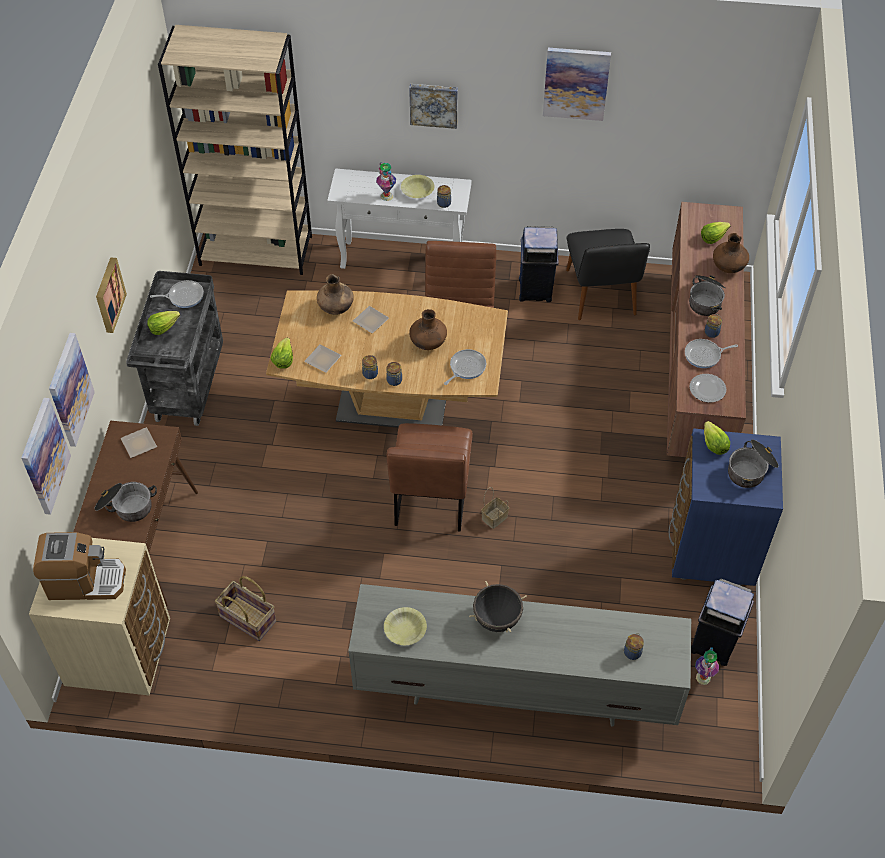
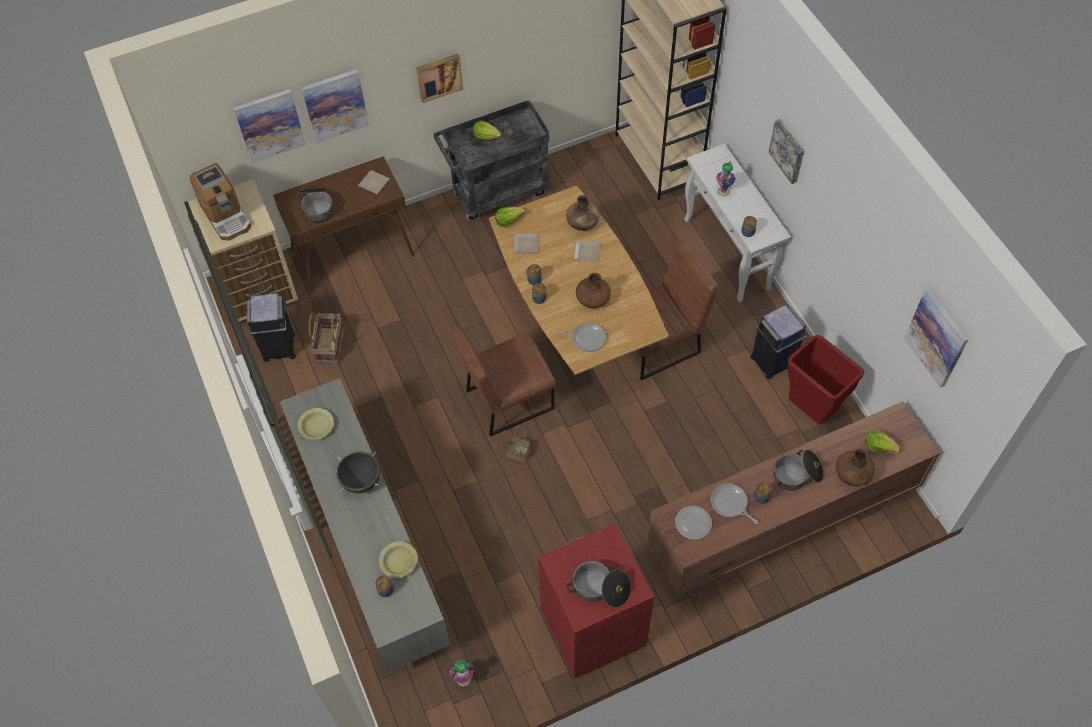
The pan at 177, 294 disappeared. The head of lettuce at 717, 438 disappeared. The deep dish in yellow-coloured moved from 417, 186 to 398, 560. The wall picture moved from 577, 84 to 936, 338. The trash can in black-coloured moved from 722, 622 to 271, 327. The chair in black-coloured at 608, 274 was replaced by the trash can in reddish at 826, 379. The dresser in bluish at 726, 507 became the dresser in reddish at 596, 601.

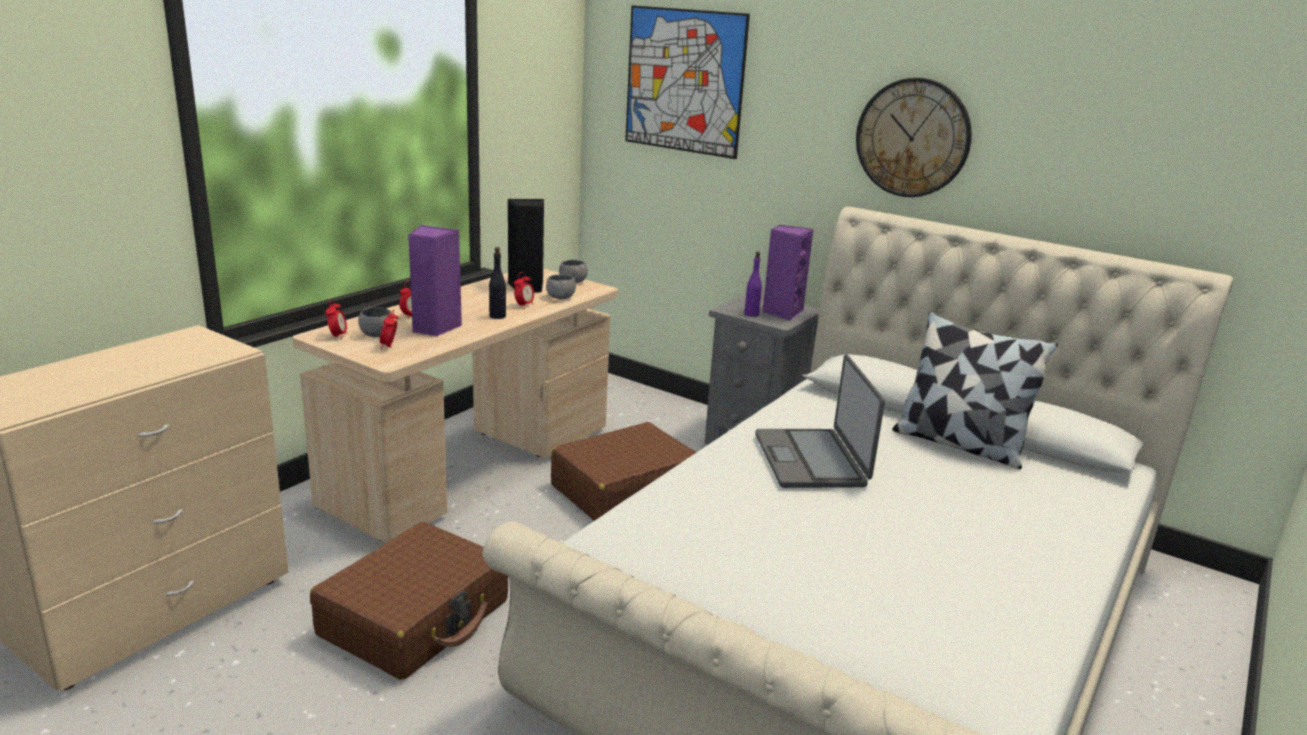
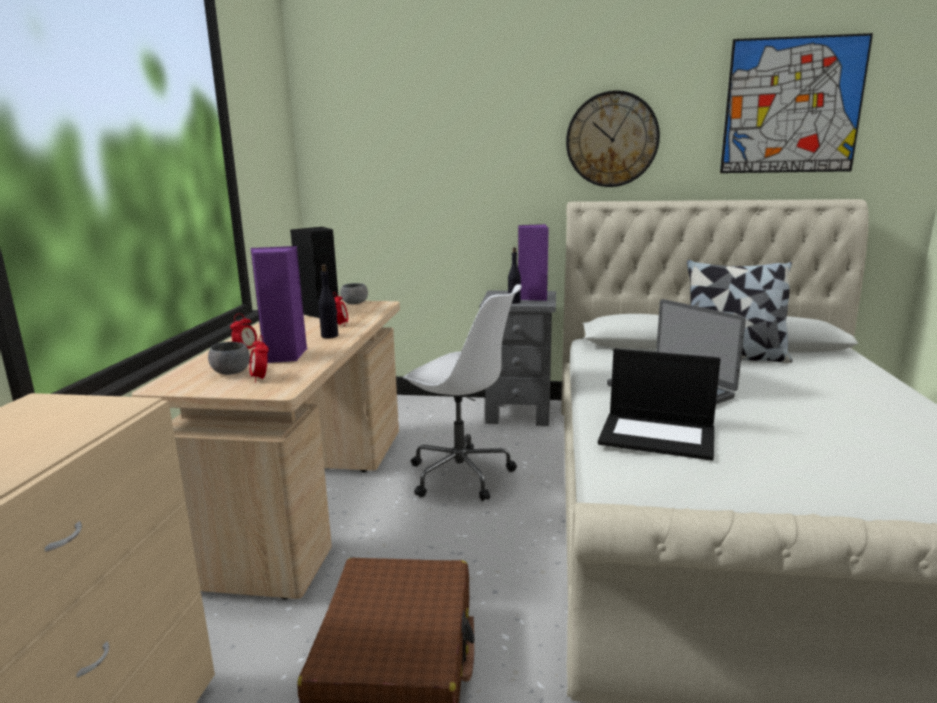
The bedside clock at 336, 319 disappeared. The deep dish in grey at 561, 286 disappeared. The notebook computer at 659, 404 appeared. The wall picture moved from 687, 82 to 796, 103. The suitcase in brown-coloured at 624, 471 was replaced by the computer chair in white at 462, 392. The drink bottle in purple at 753, 284 became the drink bottle in black-coloured at 514, 275.

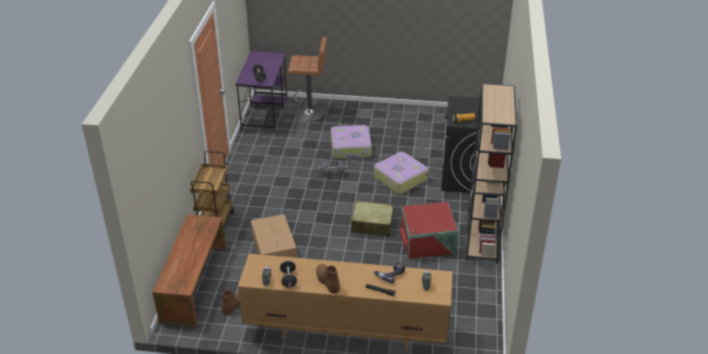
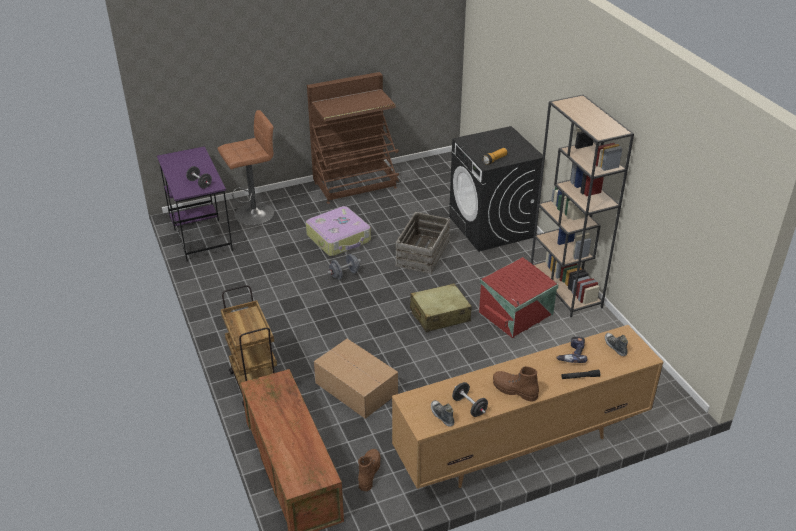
The shoe rack in brown-coloured at 353, 138 appeared. The suitcase at 401, 173 was replaced by the crate at 422, 243.

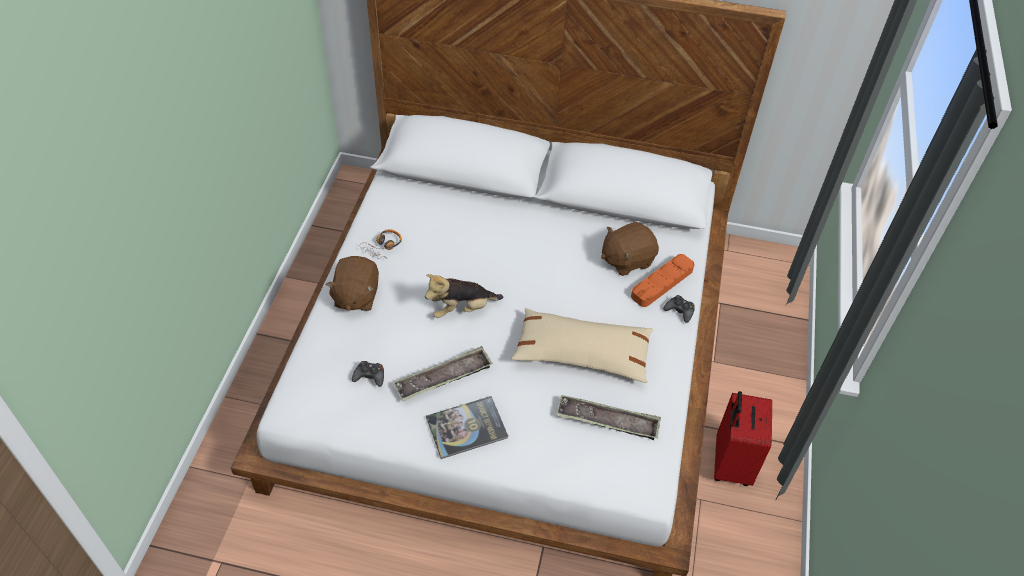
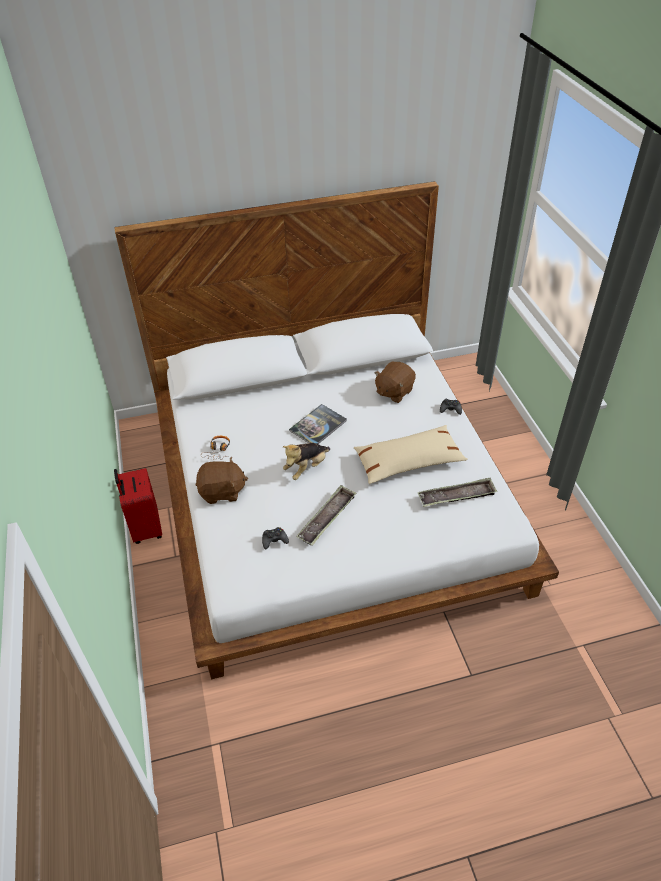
The carrying tray in orange-coloured at 662, 280 disappeared. The bound book moved from 467, 427 to 318, 424. The suitcase in reddish moved from 743, 438 to 138, 506. The plush toy in brown-coloured at 352, 283 turned 75 degrees counterclockwise.

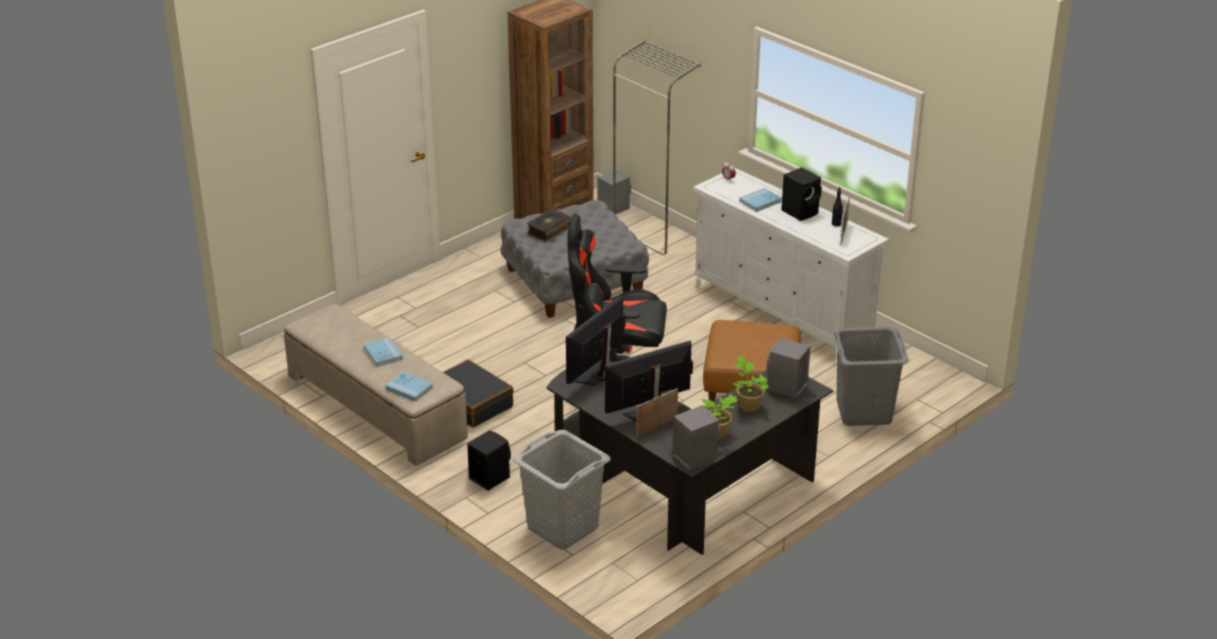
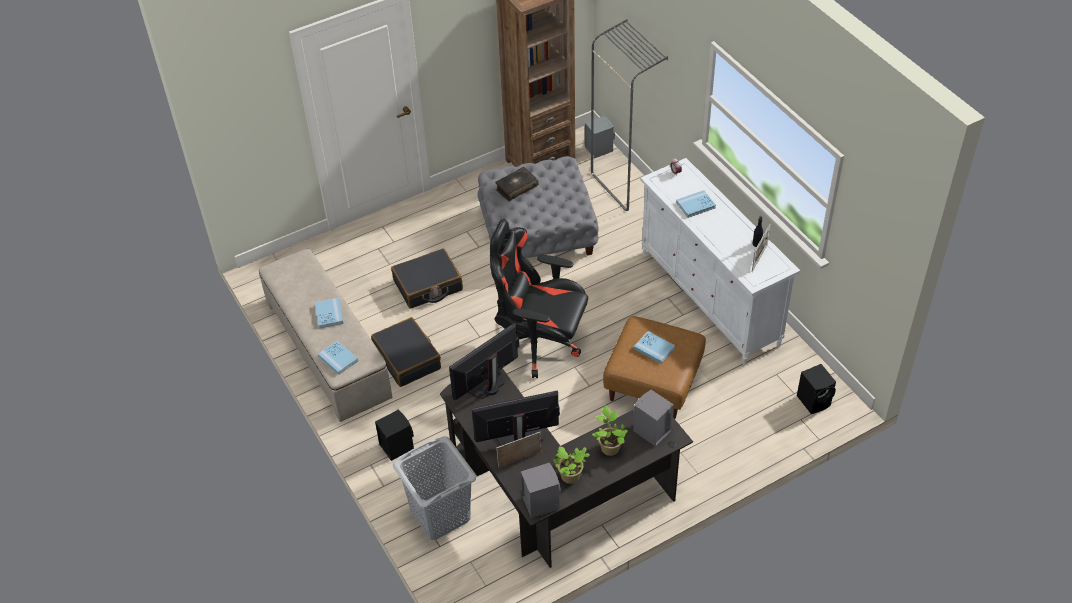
The hamper in grey at 871, 376 disappeared. The suitcase in black-coloured at 427, 278 appeared. The bound book in bluish at 654, 347 appeared. The audio speaker in black-coloured moved from 801, 194 to 816, 389.

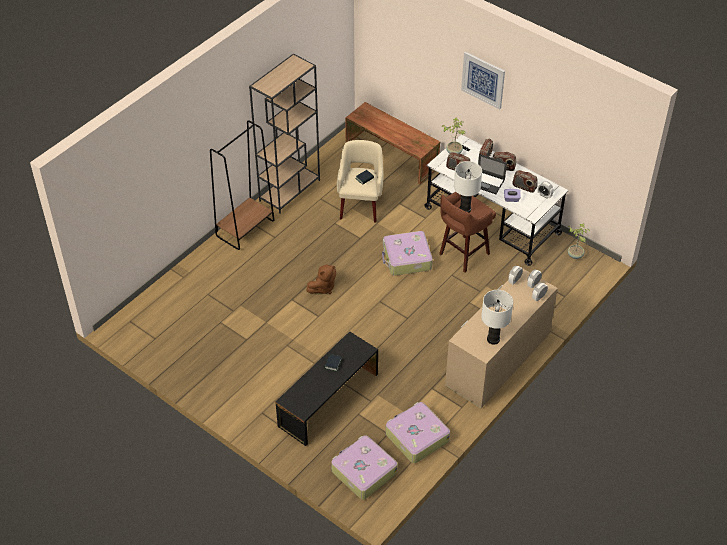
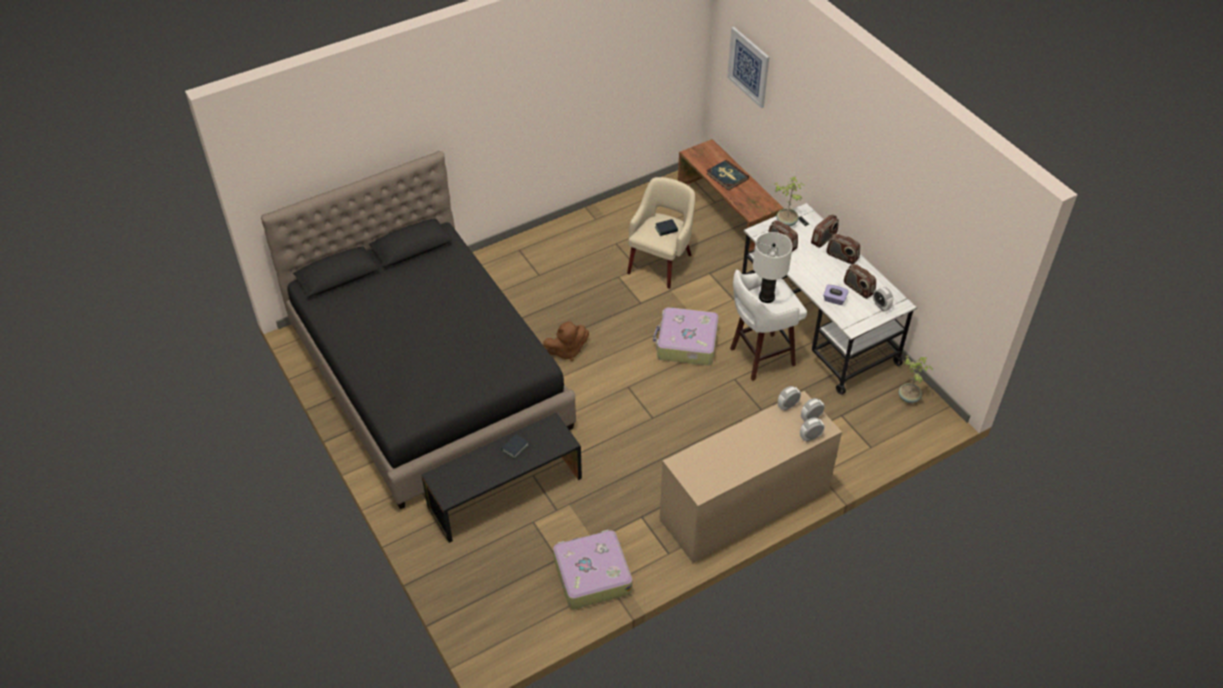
The clothes rack at 242, 185 disappeared. The bookshelf at 284, 134 disappeared. The suitcase at 364, 467 disappeared. The notebook computer at 492, 174 disappeared. The table lamp in white at 497, 317 disappeared. The bed in black-coloured at 418, 330 appeared. The bound book at 728, 175 appeared. The wall picture moved from 483, 81 to 748, 67. The stool in brown-coloured at 467, 232 became the stool in white at 768, 325.

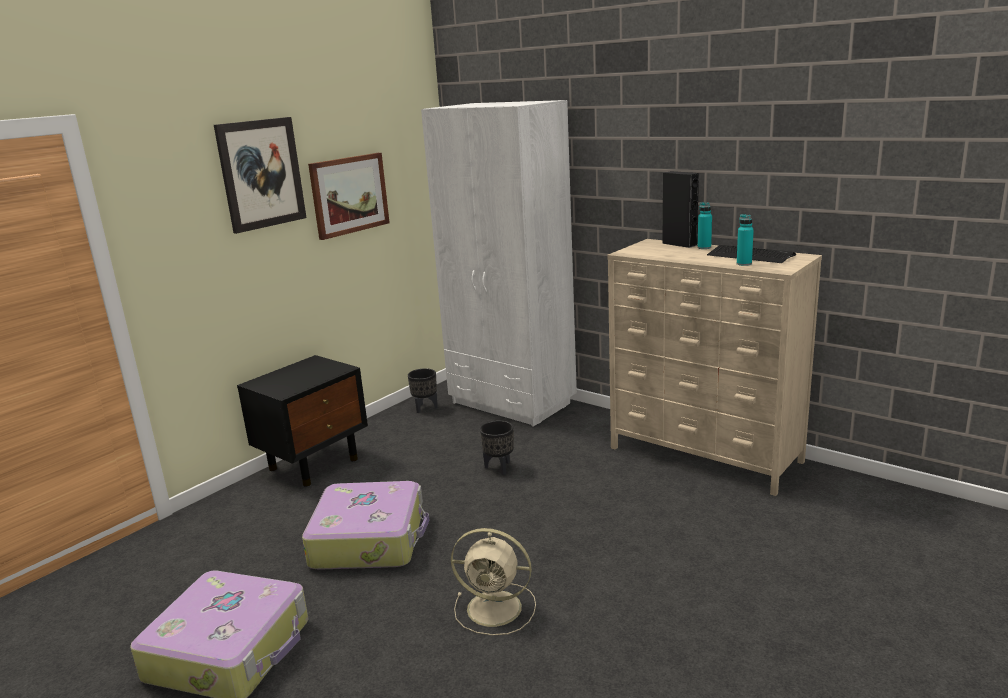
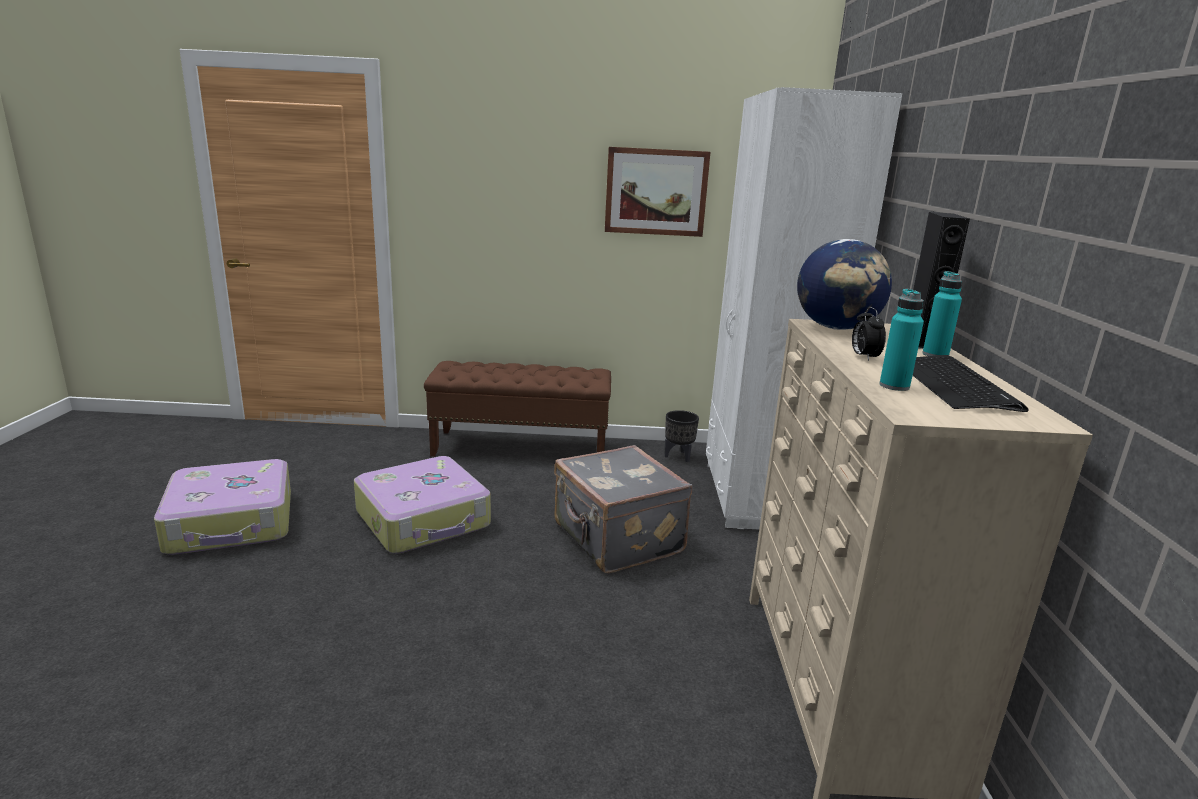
The wall picture at 260, 175 disappeared. The cooling fan in beige at 493, 581 disappeared. The desk globe at 844, 284 appeared. The bedside clock at 869, 334 appeared. The bedside table in black-coloured at 302, 421 was replaced by the indoor bench in brown-coloured at 517, 409. The flower pot in black-coloured at 497, 447 was replaced by the suitcase in grey at 623, 509.

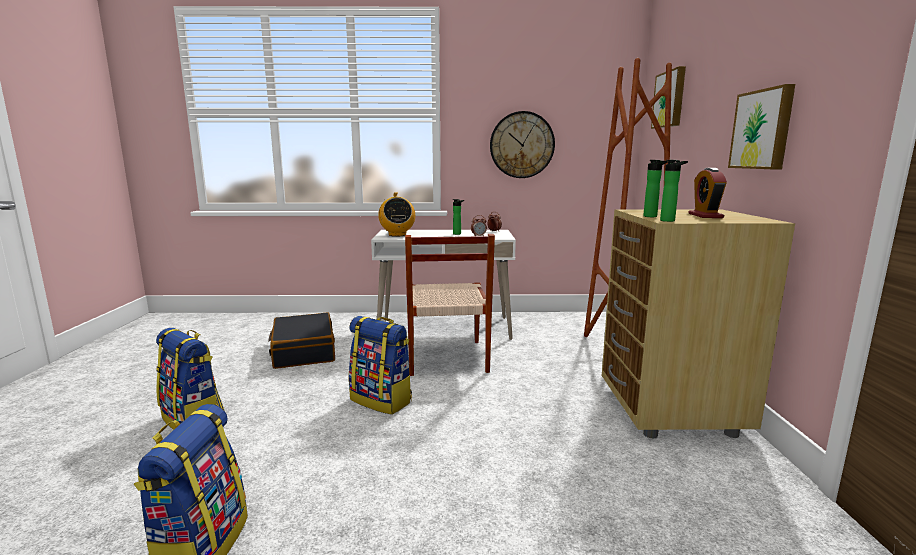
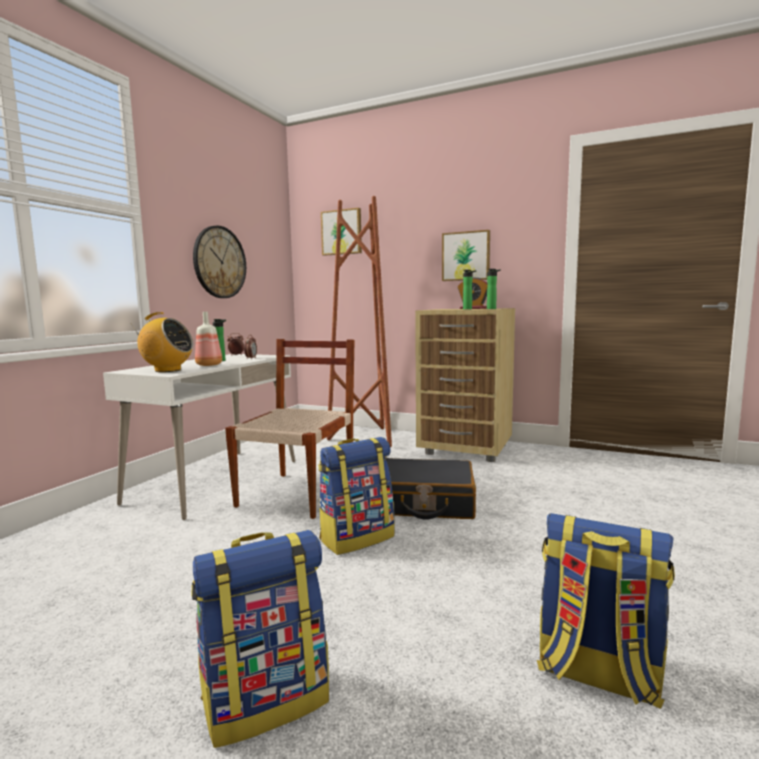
The drink bottle at 208, 339 appeared. The suitcase in black-coloured moved from 301, 340 to 431, 488. The chair at 450, 305 turned 90 degrees counterclockwise.

